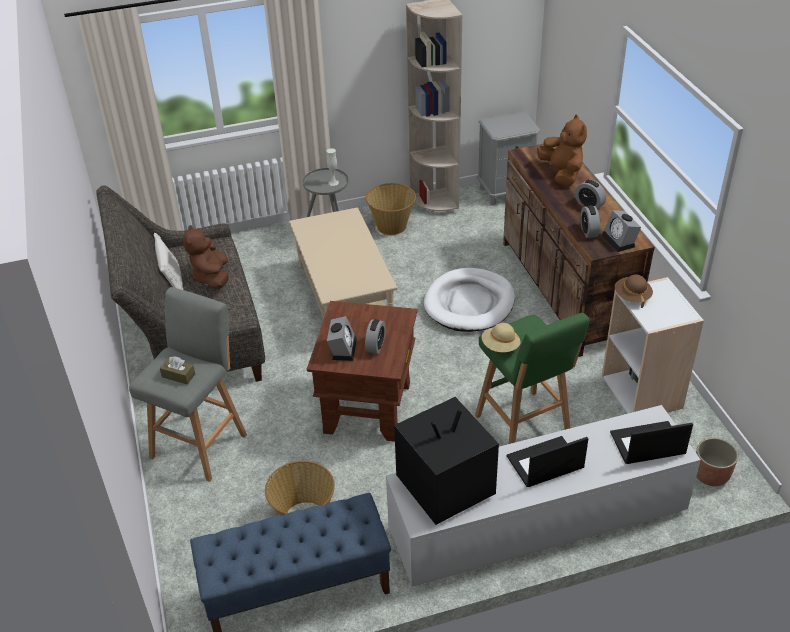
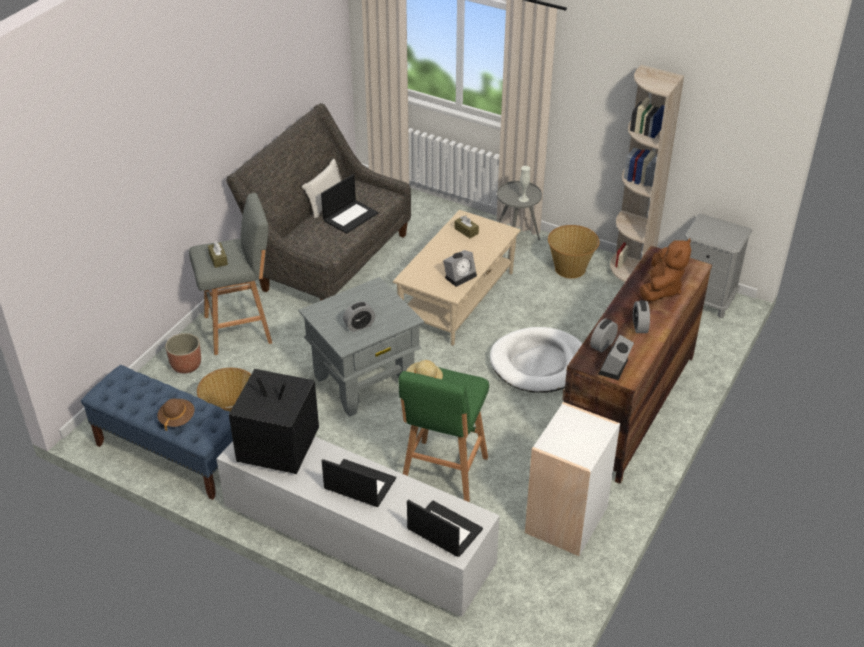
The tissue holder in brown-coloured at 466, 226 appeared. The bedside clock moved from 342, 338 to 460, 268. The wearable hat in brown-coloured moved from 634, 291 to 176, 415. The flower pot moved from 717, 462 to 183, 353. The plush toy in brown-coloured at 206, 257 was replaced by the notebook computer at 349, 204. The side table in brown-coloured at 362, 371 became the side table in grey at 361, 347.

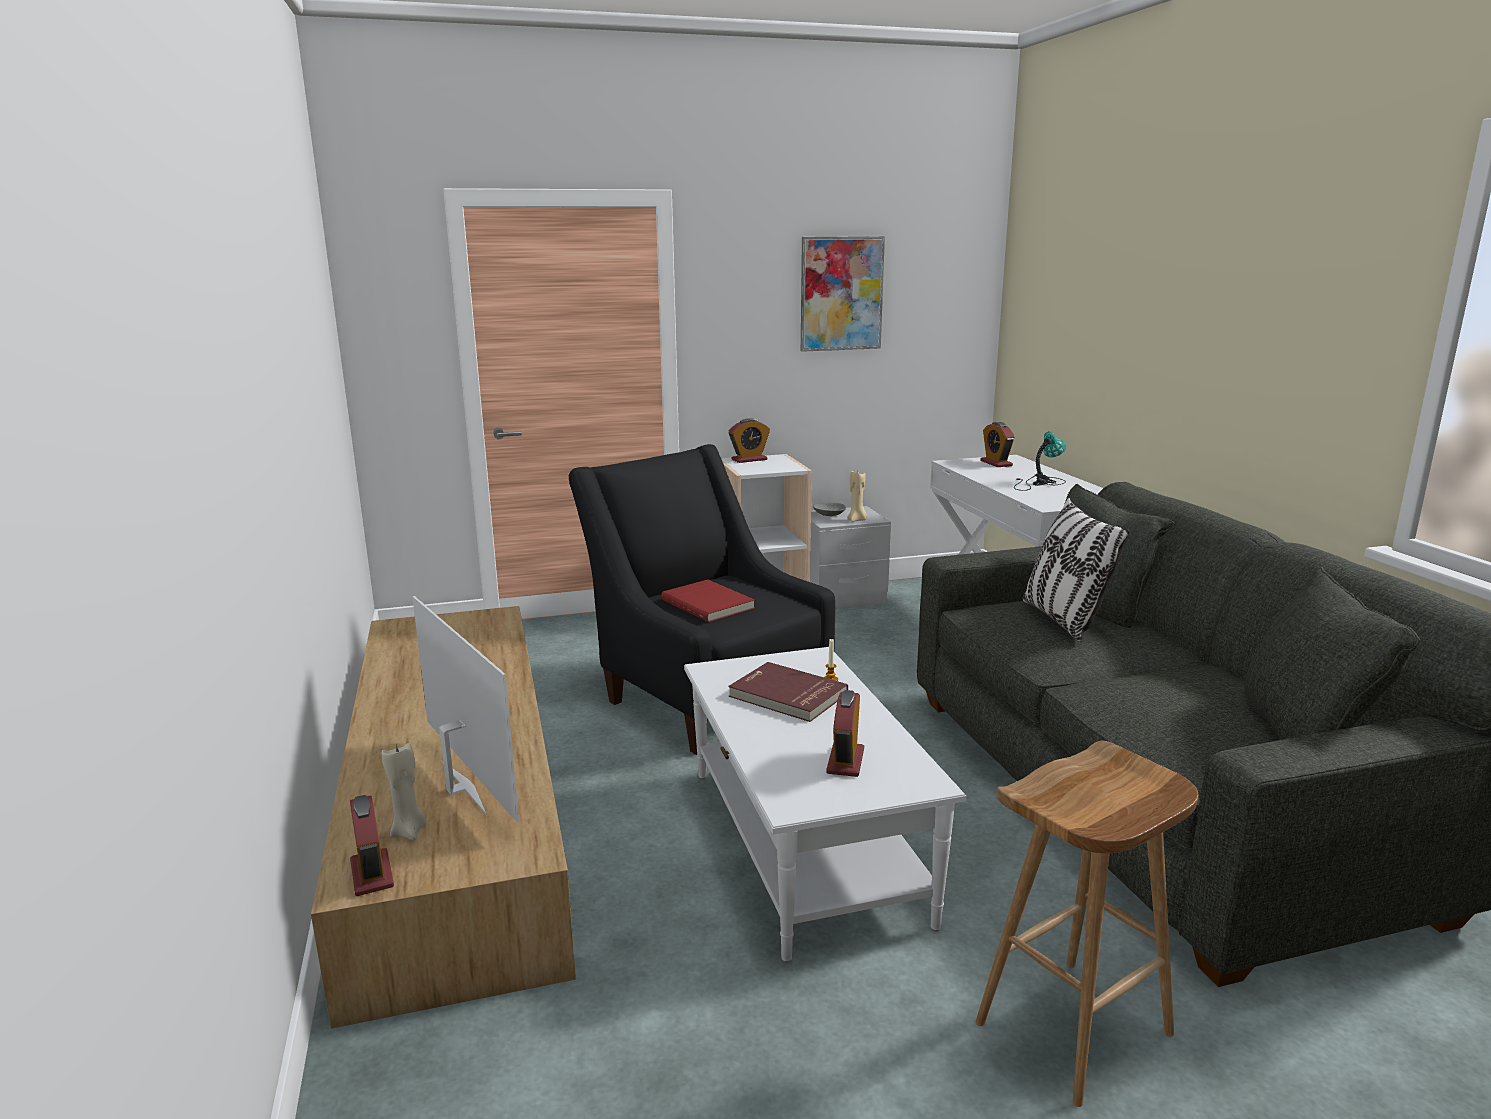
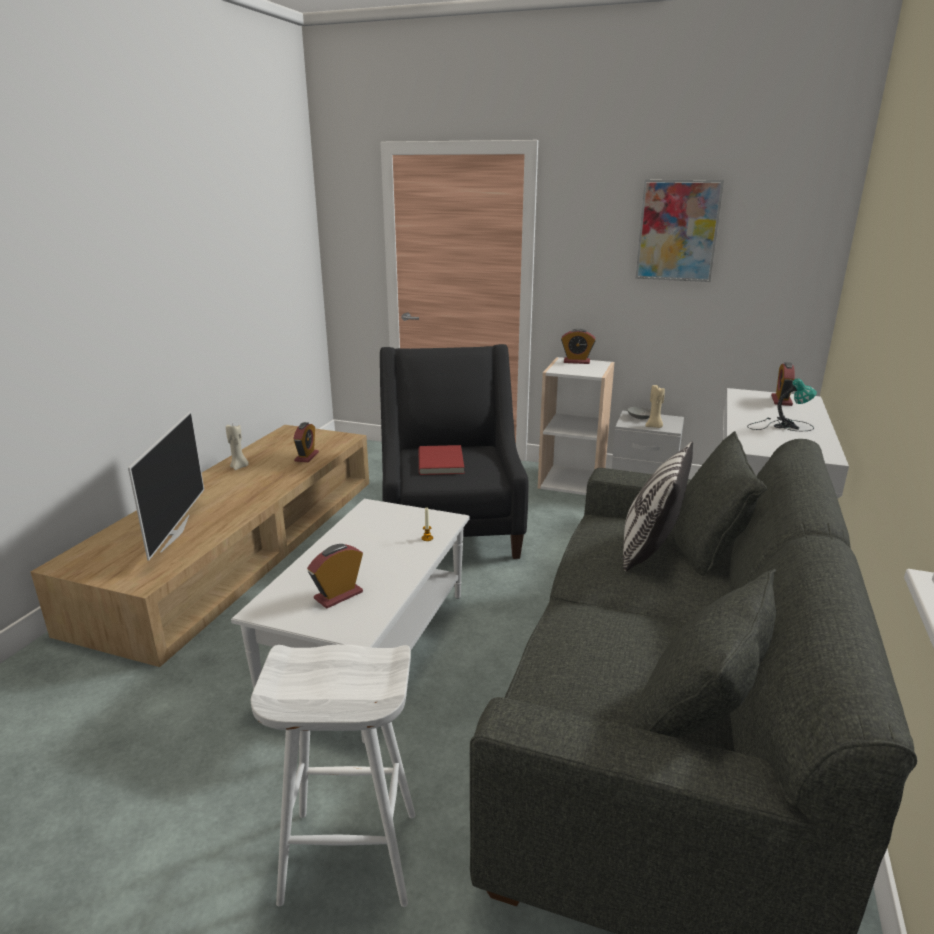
The bound book in reddish at 788, 692 disappeared. The bedside clock moved from 372, 845 to 306, 442. The wax light in beige moved from 404, 791 to 237, 447. The stool in brown-coloured at 1087, 924 became the stool in white at 333, 776.

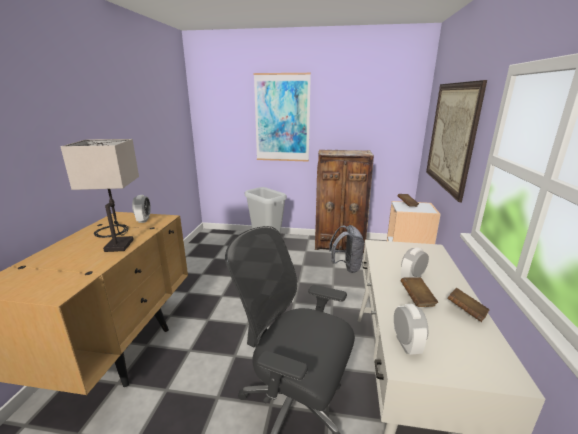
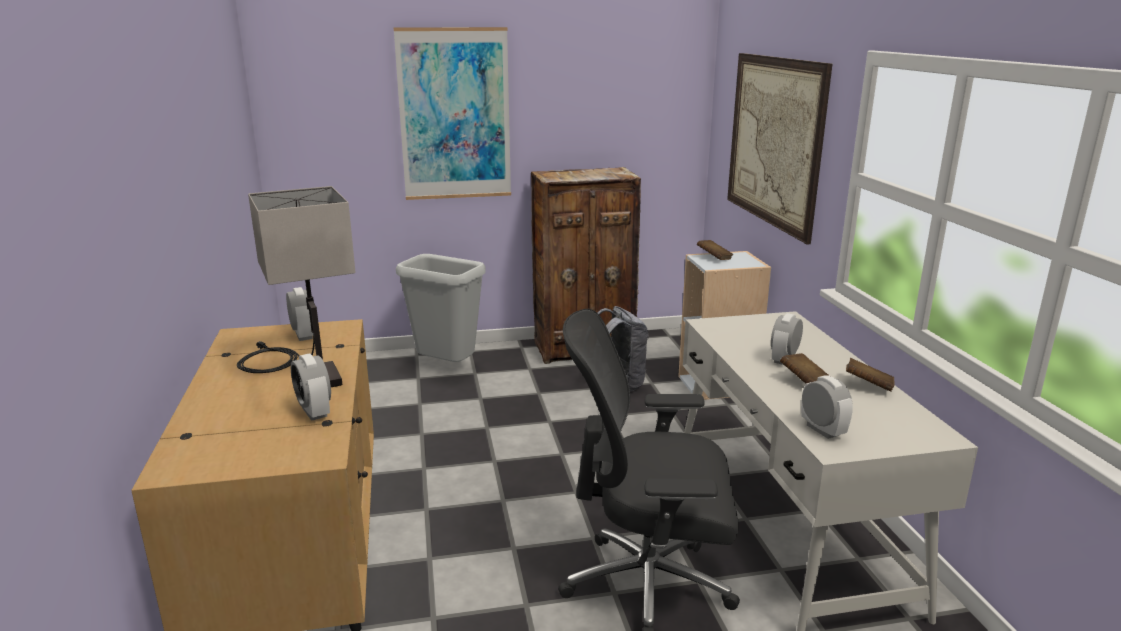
The bedside clock at 311, 387 appeared.

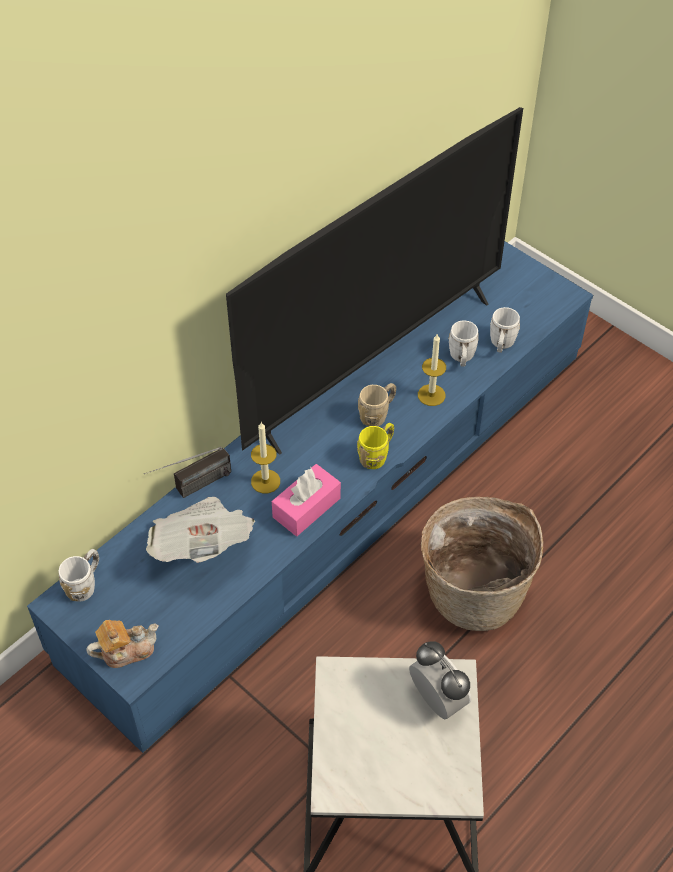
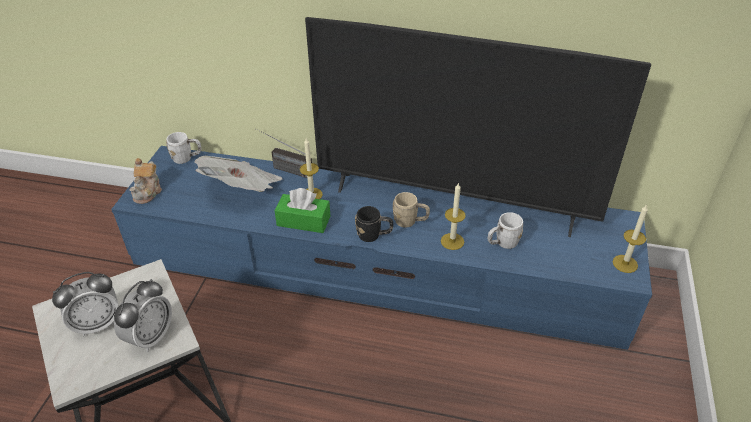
The household basket at 482, 564 disappeared. The tea mug in white at 505, 330 disappeared. The bedside clock at 85, 304 appeared. The wax light at 630, 238 appeared. The tissue holder in pinkish at 306, 500 became the tissue holder in greenish at 302, 210. The tea mug in yellow-coloured at 375, 446 became the tea mug in black-coloured at 374, 224. The pot for tea at 122, 644 turned 60 degrees clockwise.

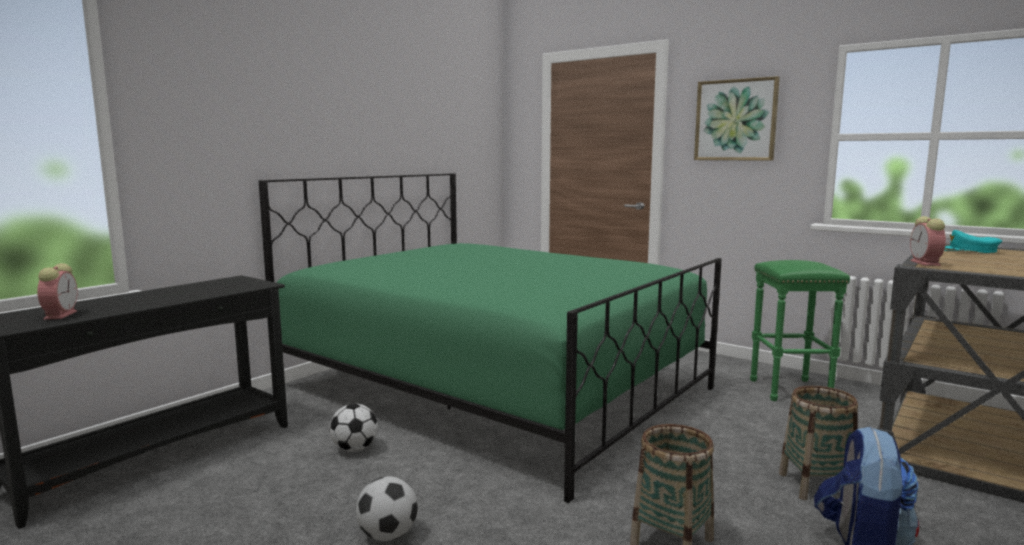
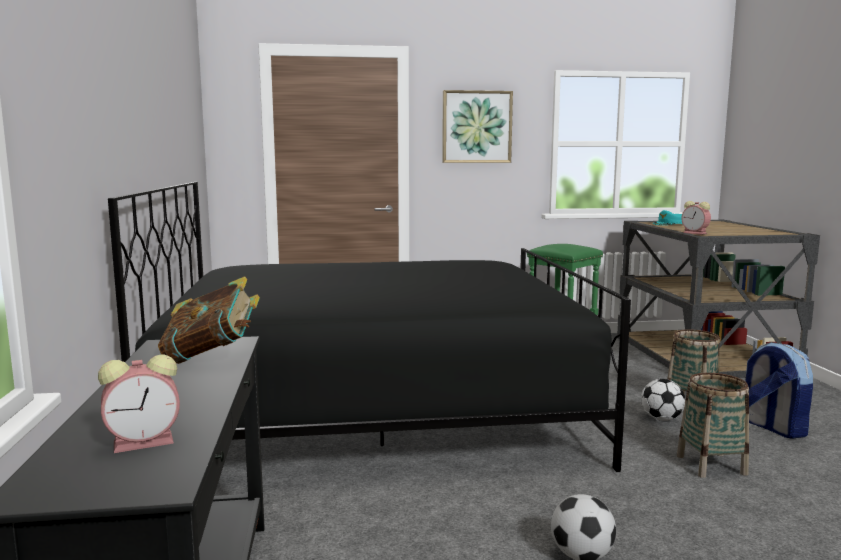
The bound book at 209, 320 appeared. The ball for football moved from 353, 427 to 663, 400. The bed in greenish at 490, 338 became the bed in black-coloured at 369, 327. The bedside clock at 57, 291 turned 120 degrees clockwise.

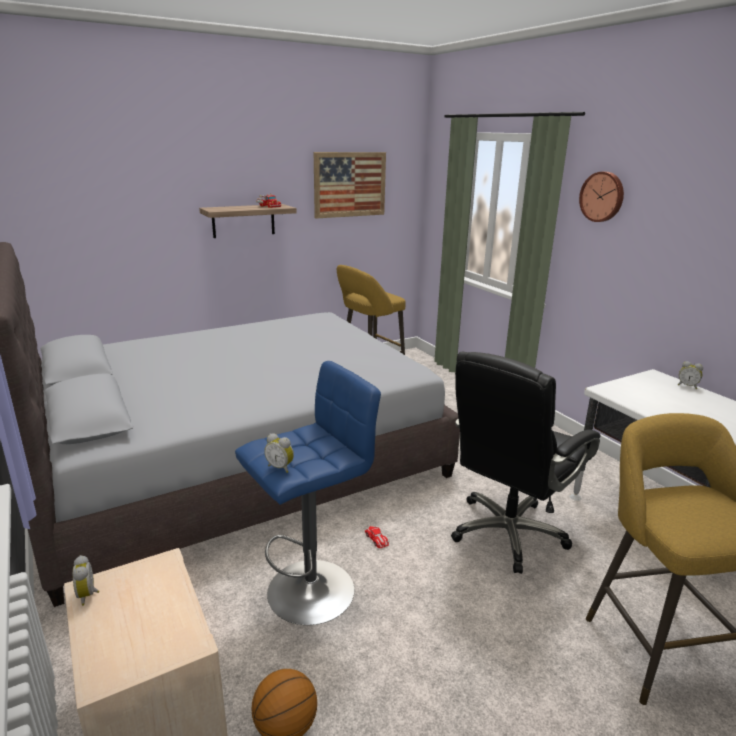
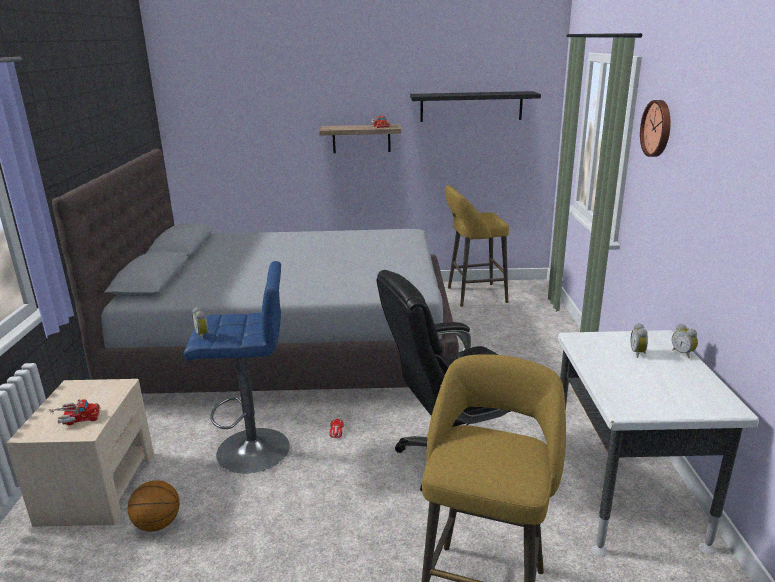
The model truck at 73, 412 appeared. The bedside clock moved from 86, 580 to 639, 340. The wall picture at 350, 185 was replaced by the bracket shelf in black-coloured at 475, 106.

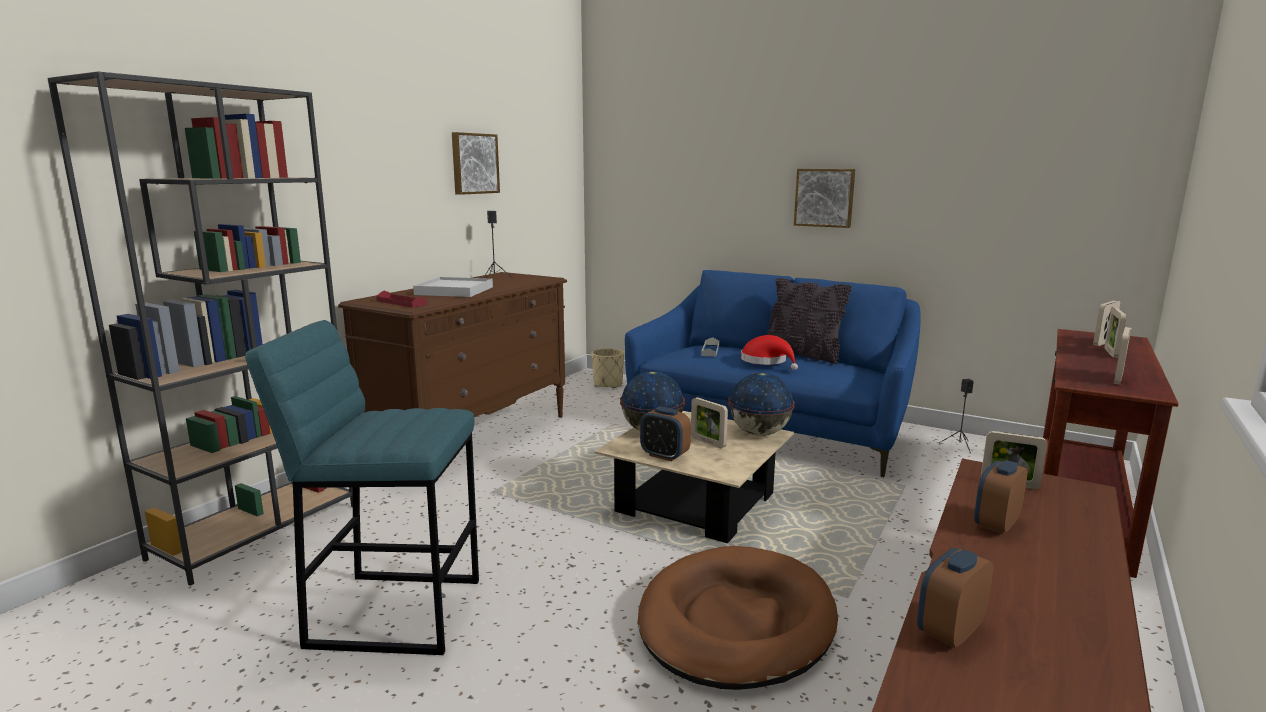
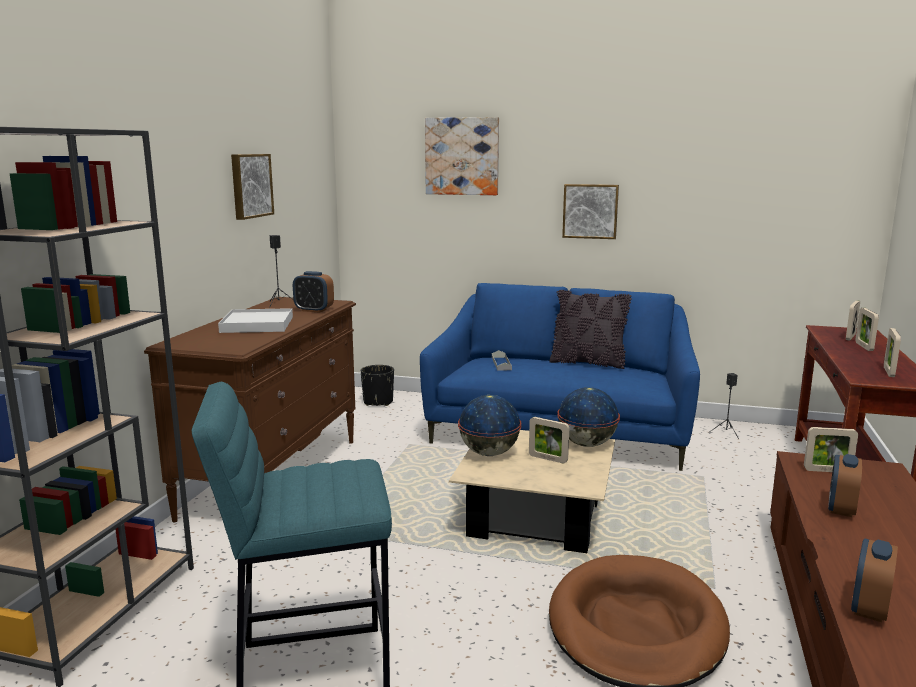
The carrying tray in reddish at 402, 299 disappeared. The wearable hat in reddish at 769, 352 disappeared. The wall picture at 462, 156 appeared. The bedside clock moved from 665, 434 to 313, 292. The flower pot in beige at 608, 368 became the flower pot in black-coloured at 377, 385.

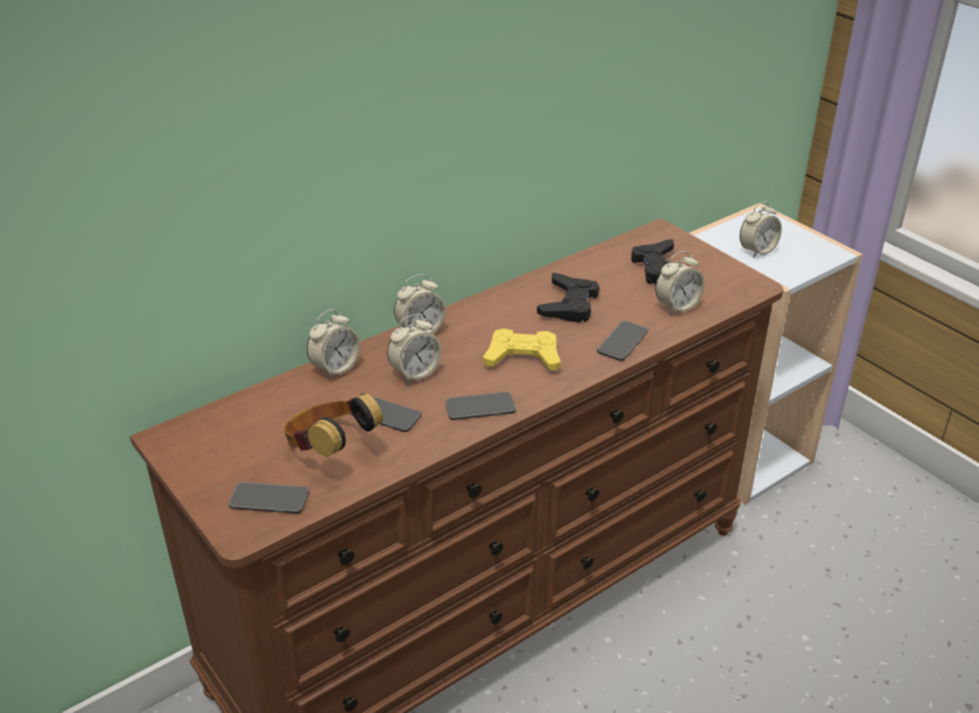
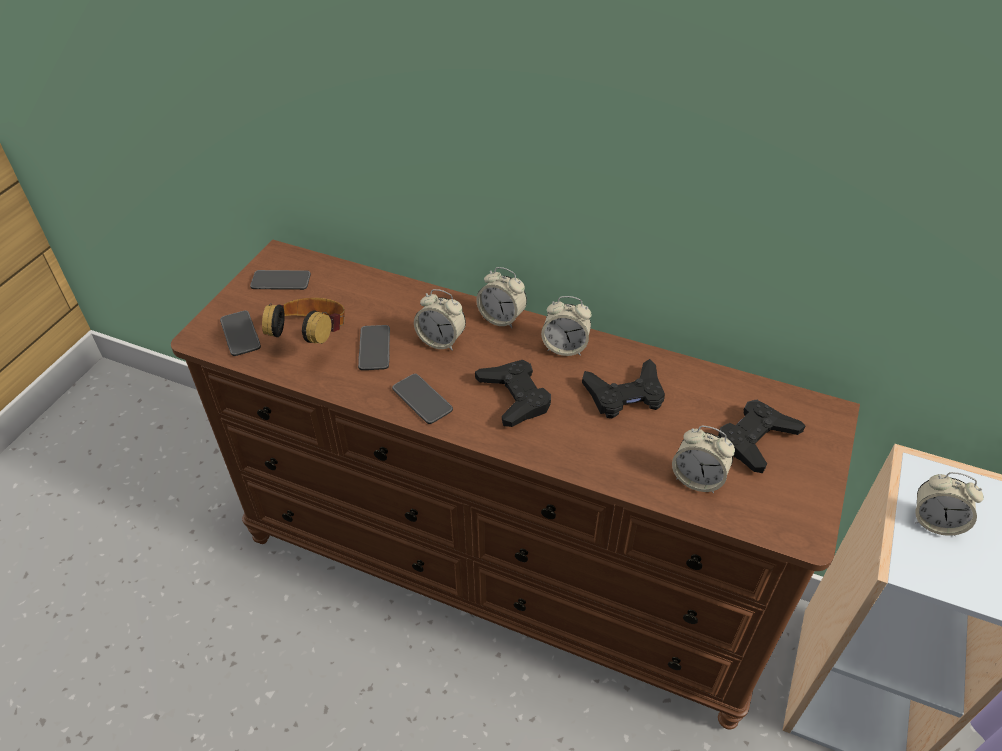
The bedside clock moved from 333, 344 to 566, 326. The telephone moved from 622, 341 to 280, 280. The joypad in yellow-coloured at 522, 350 became the joypad in black-coloured at 513, 393.

